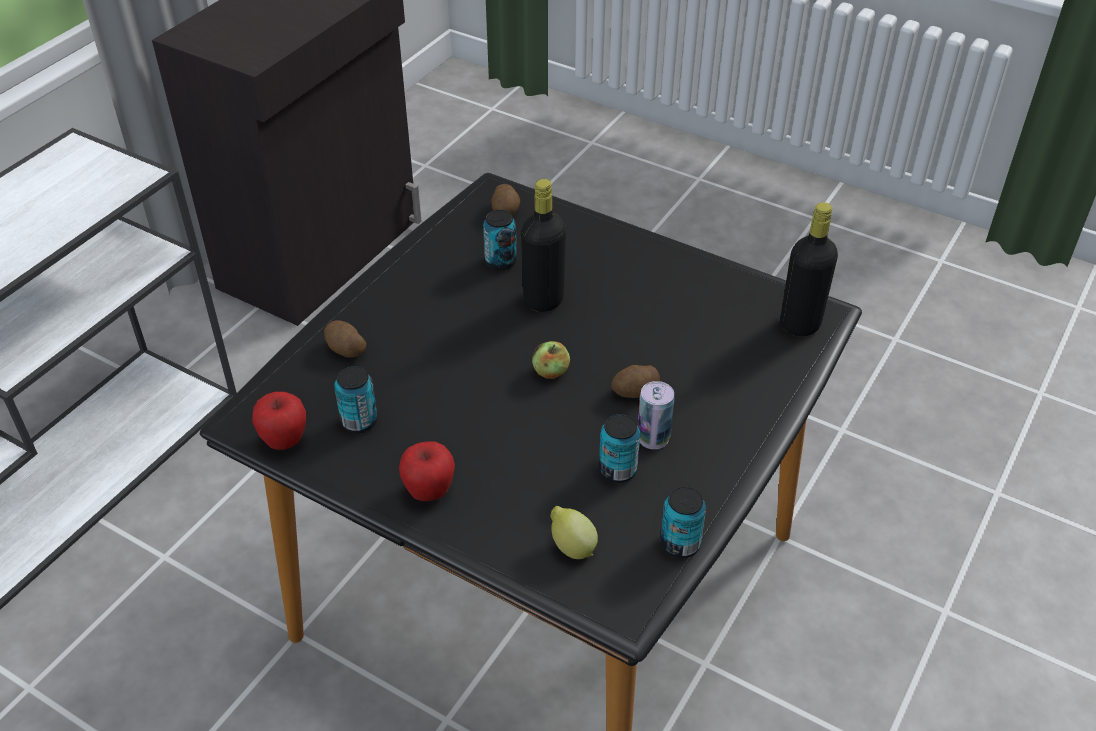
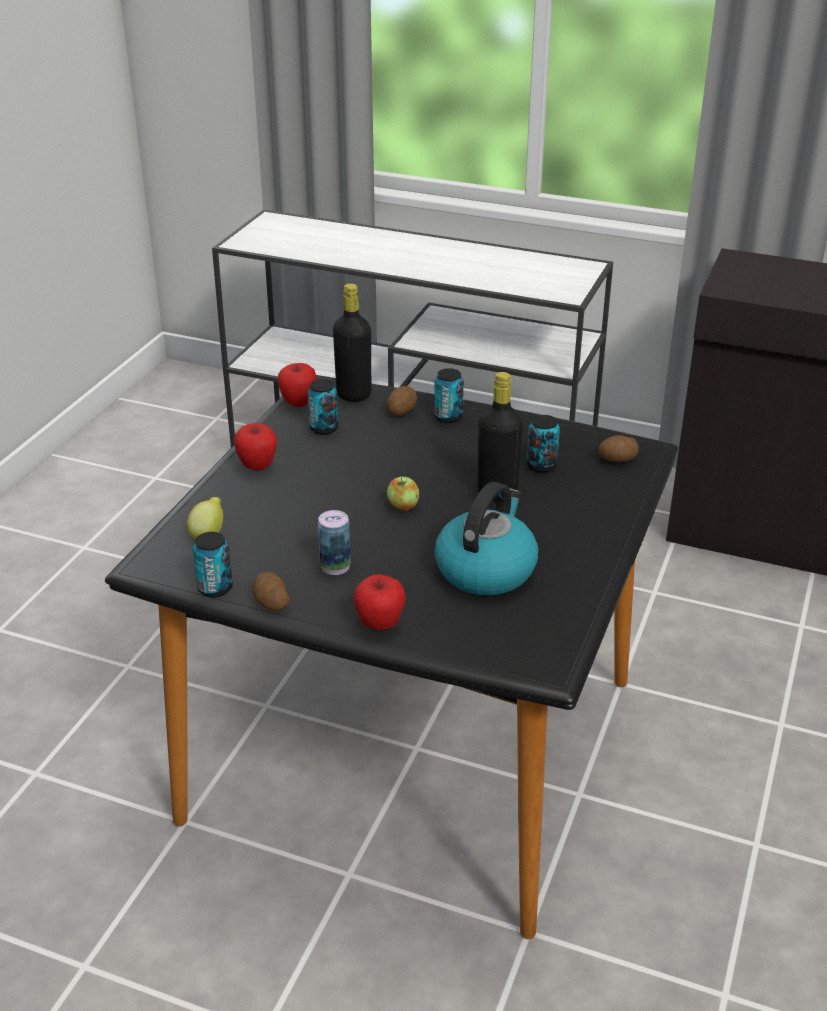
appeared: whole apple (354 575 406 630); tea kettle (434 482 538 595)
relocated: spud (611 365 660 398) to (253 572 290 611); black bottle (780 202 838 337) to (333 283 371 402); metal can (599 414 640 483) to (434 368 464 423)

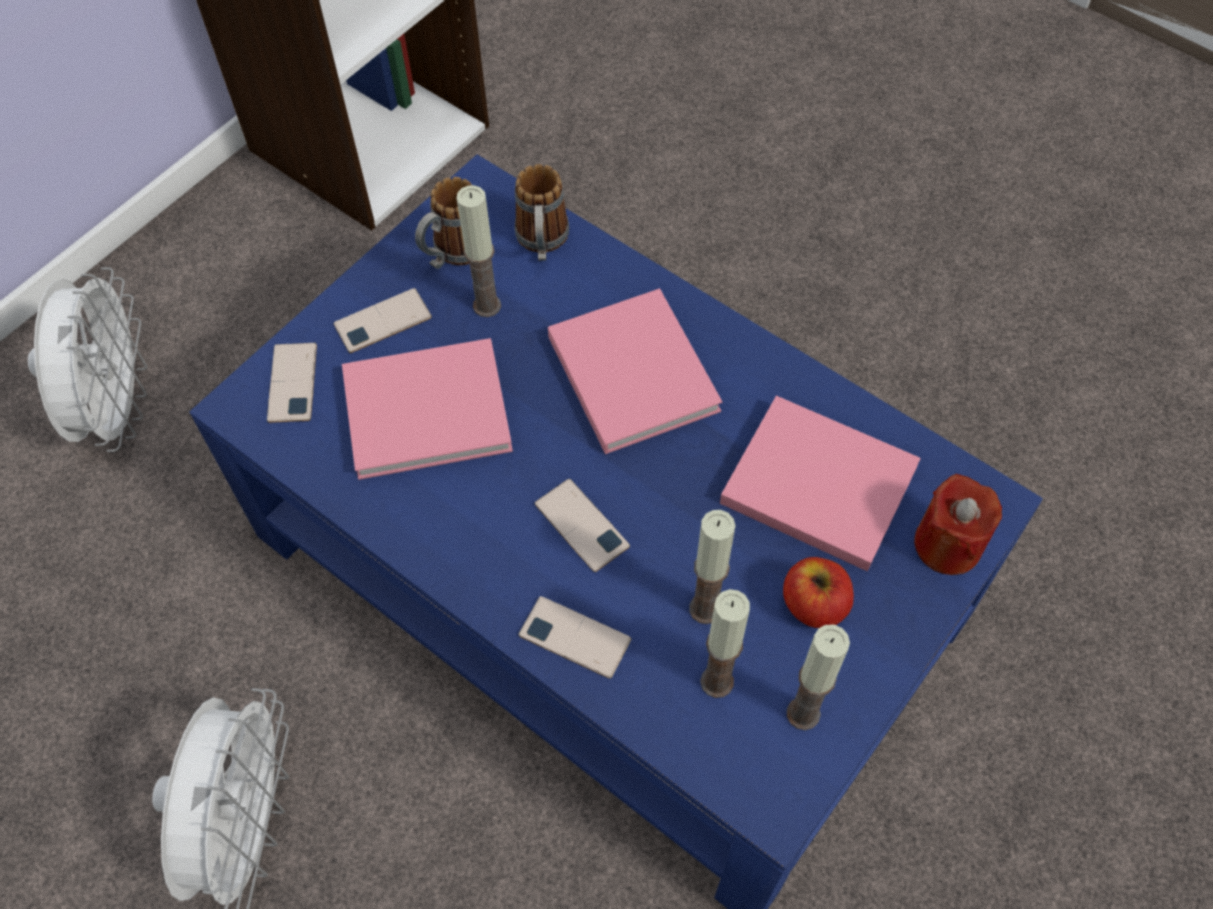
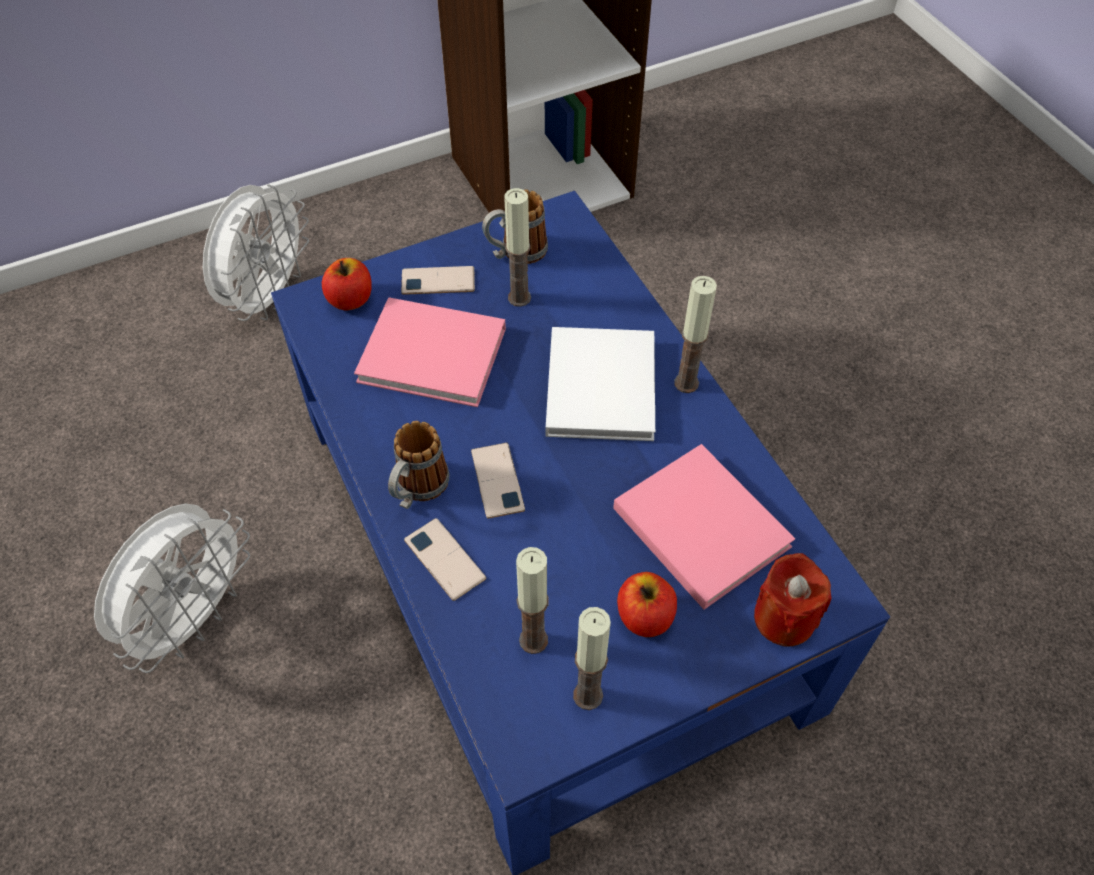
relocated: coffee mug (515 164 569 261) to (388 421 450 509); candle (689 510 735 624) to (674 276 717 393)
exchanged: telephone (267 343 317 423) to whole apple (322 258 372 310)
colour: pink-coloured volume (548 288 722 454) to whitish volume (546 327 655 441)

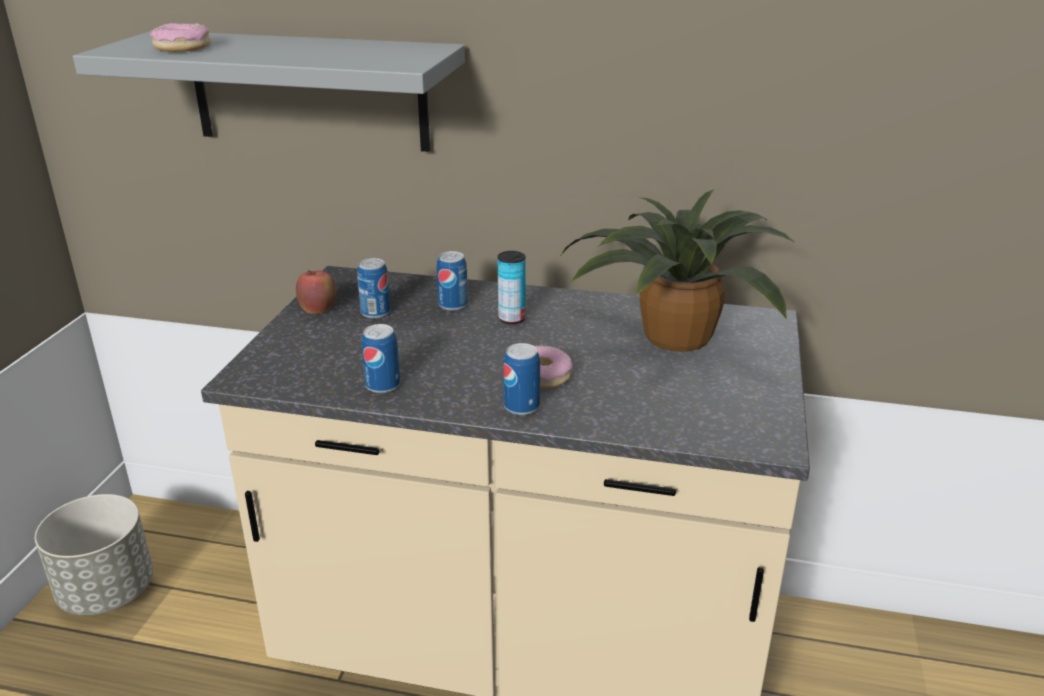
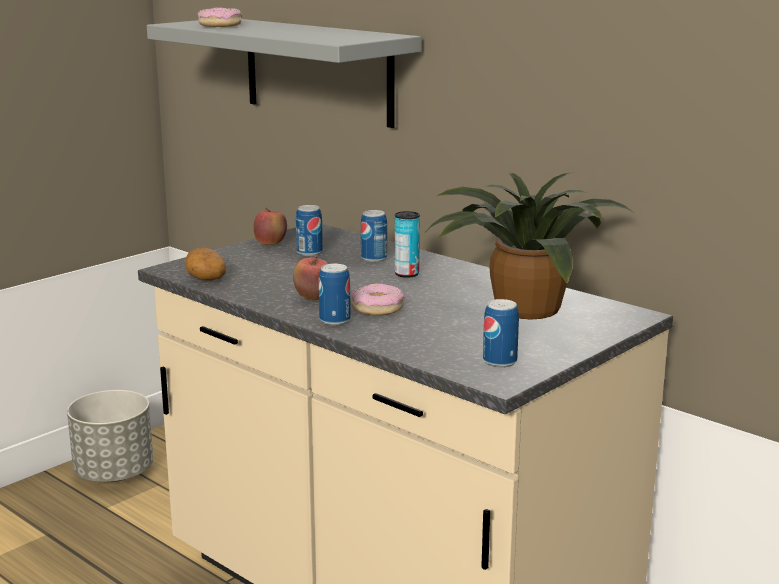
appeared: spud (185 248 226 281); whole apple (293 256 328 300)
relocated: metal can (362 324 400 393) to (483 299 519 368)

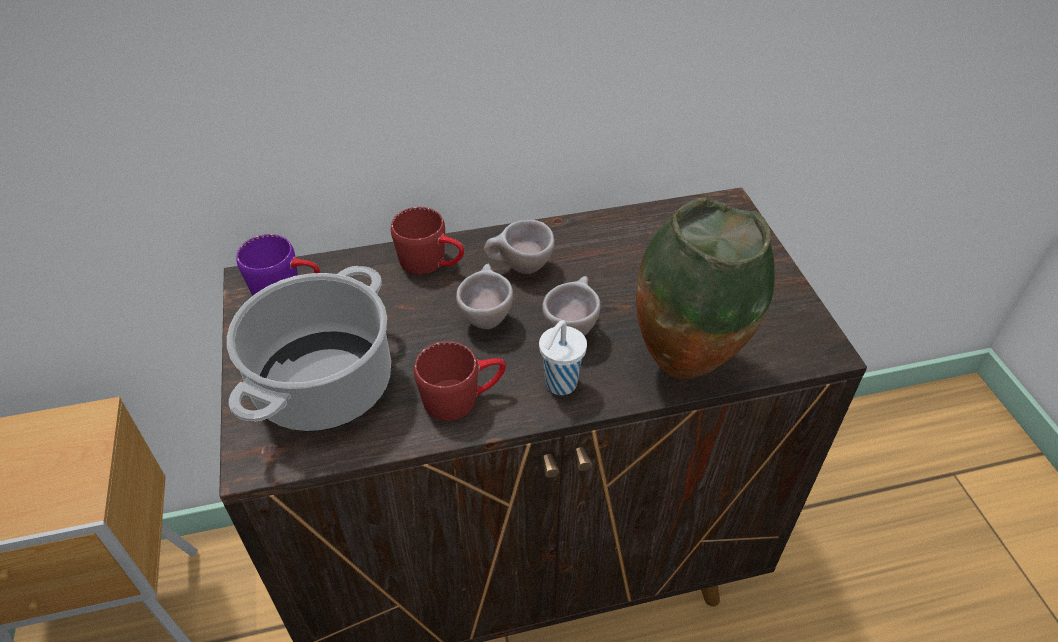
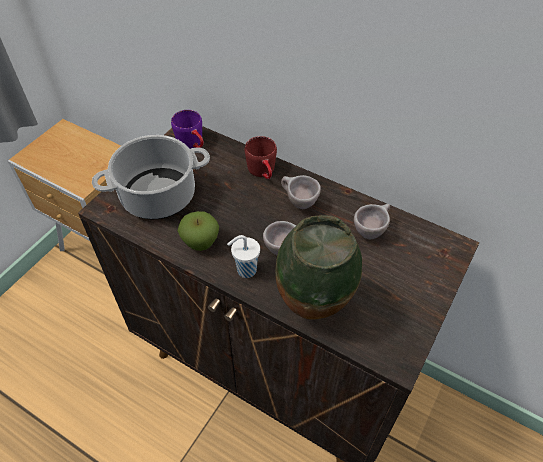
relocated: beige small cup (456 264 513 329) to (354 204 390 239)
exchanged: red coffee mug (414 341 506 421) to whole apple (178 211 219 251)

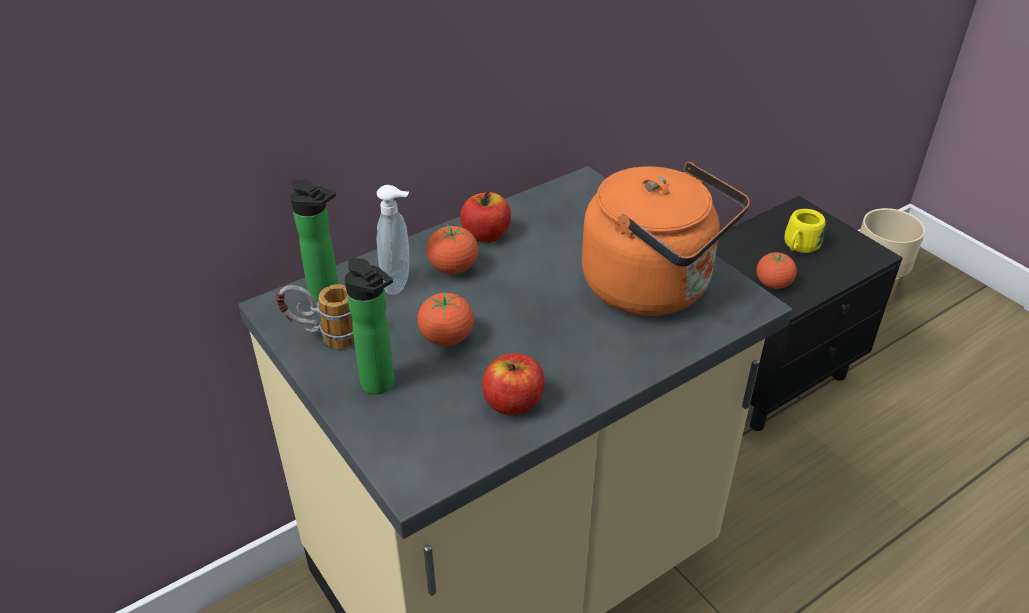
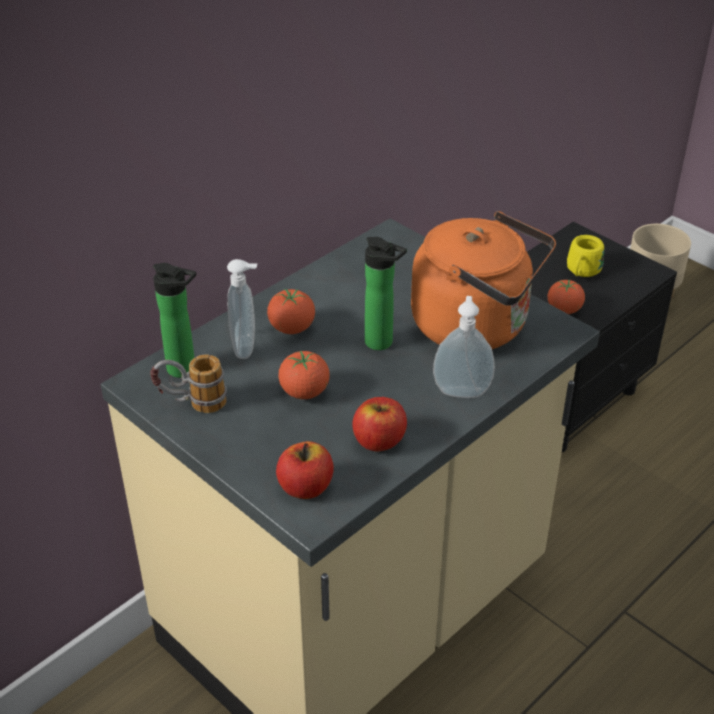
appeared: liquid soap bottle (433 296 495 398)
relocated: whole apple (460 191 511 243) to (276 441 334 499); bottle (345 258 395 394) to (365 237 407 350)

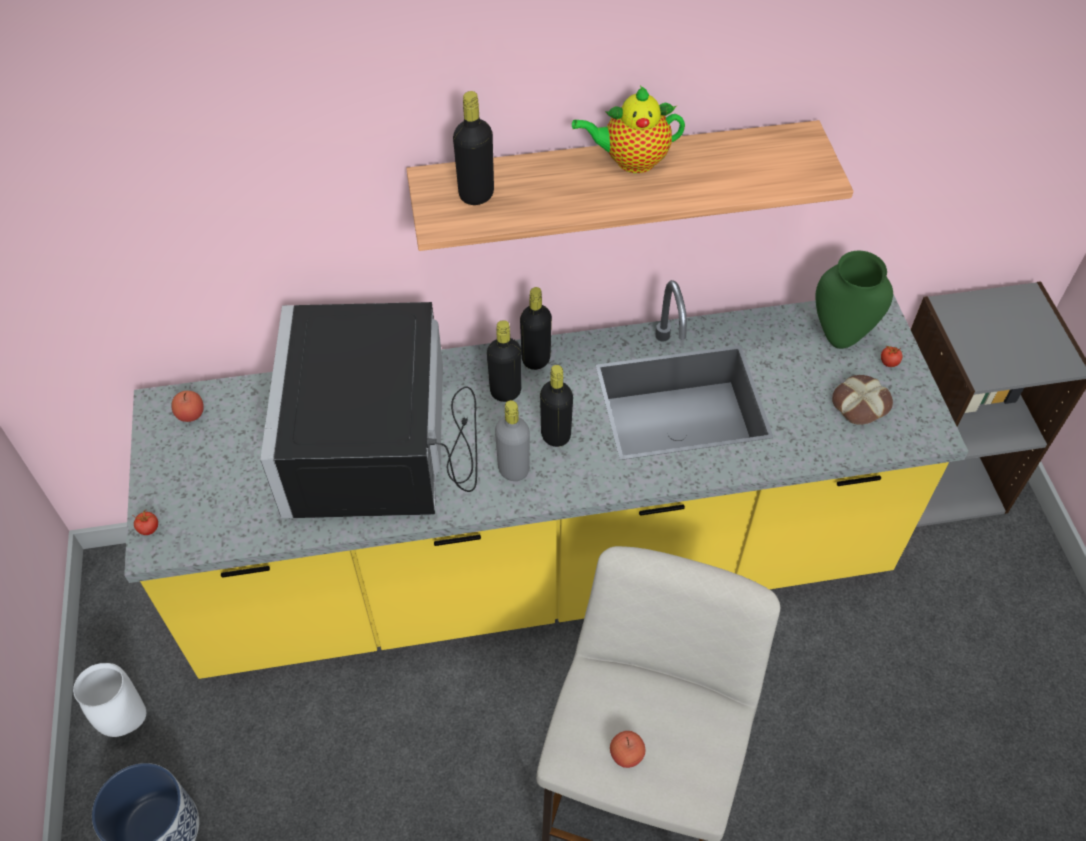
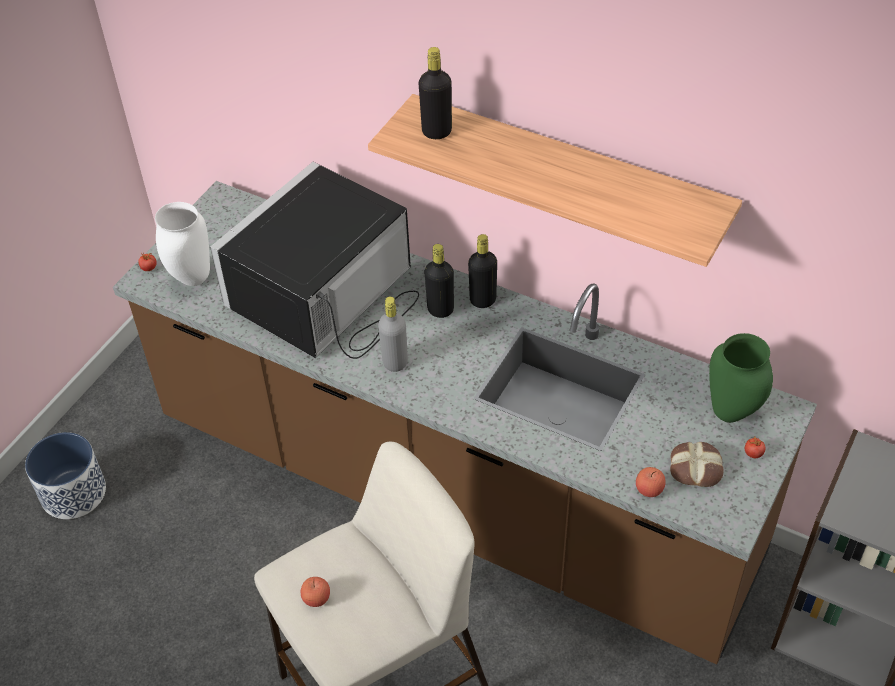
missing: black bottle (540 365 573 447); pot for tea (572 86 685 173)
relocated: whitish decorative vase (73 663 146 737) to (155 202 210 286); whole apple (171 391 204 422) to (636 467 666 497)
colour: yellowish kitchen base unit (124 280 969 679) to brown kitchen base unit (113 181 817 664)

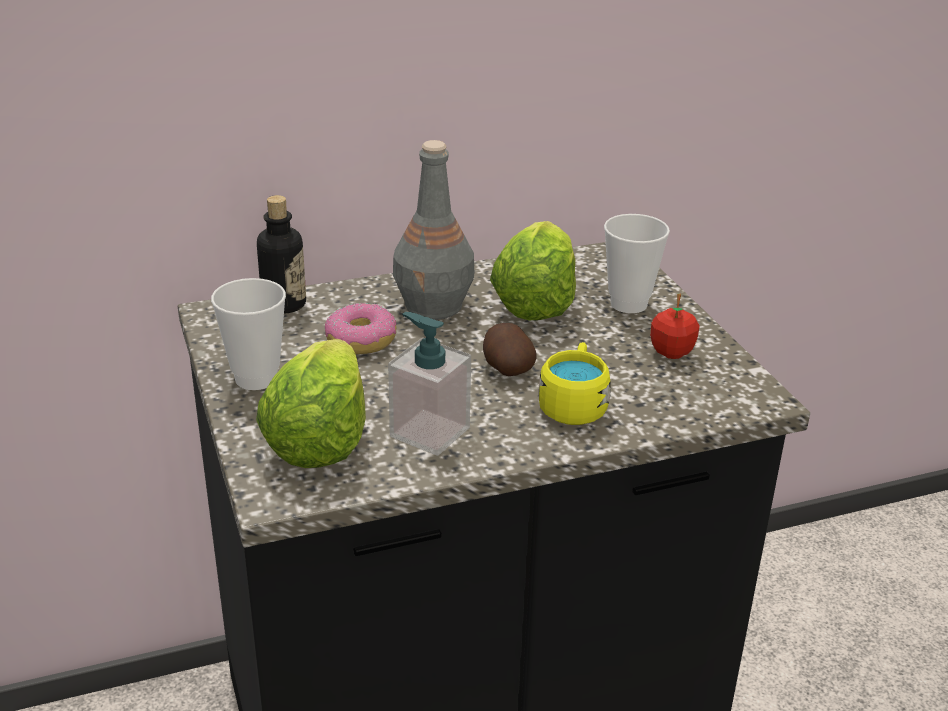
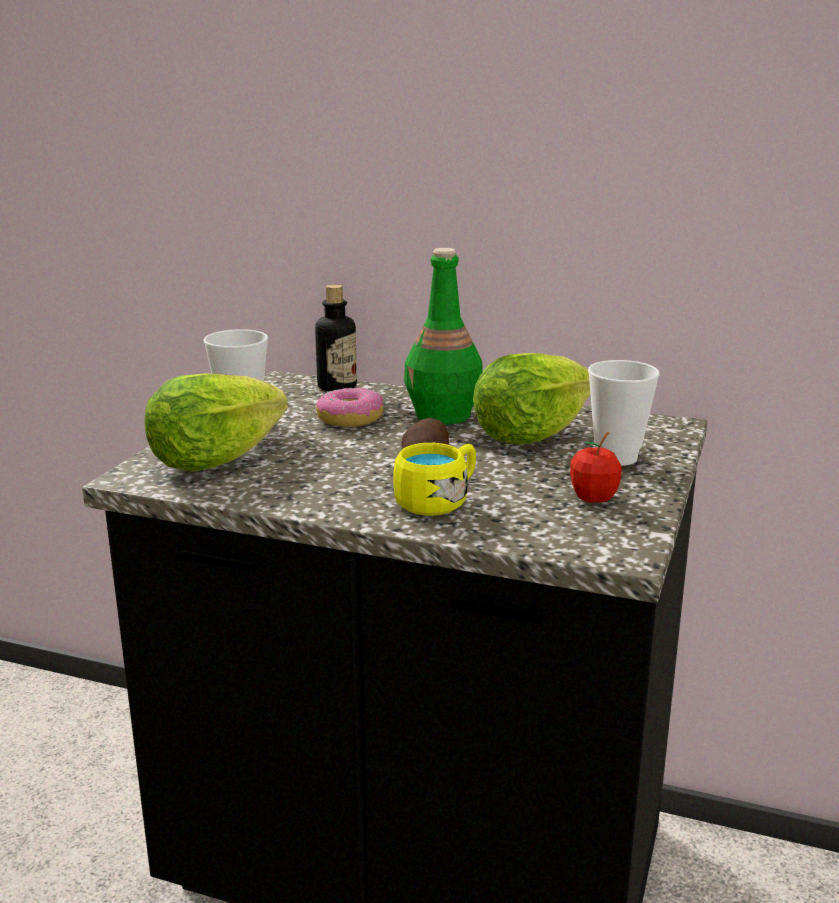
missing: liquid soap bottle (388 312 471 456)
colour: greyish bottle (393 140 474 320) to greenish bottle (404 248 483 425)

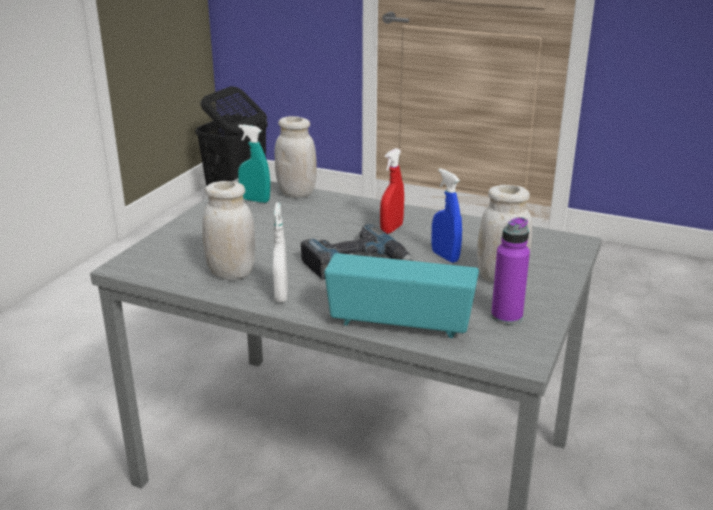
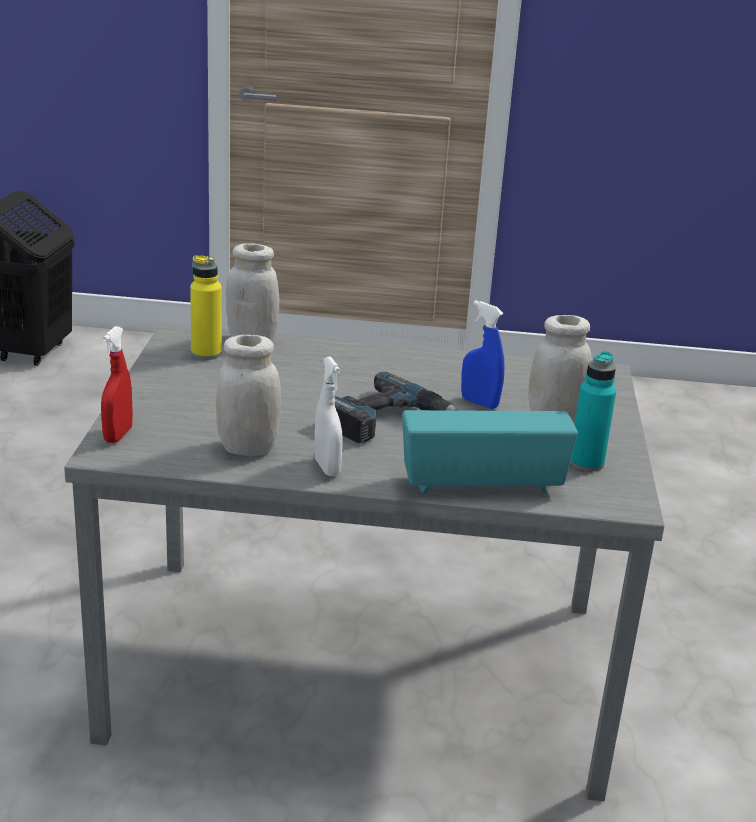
relocated: red spray bottle (380 148 404 234) to (101 326 133 443)
exchanged: turquoise-coloured spray bottle (238 124 270 203) to yellowish bottle (190 255 222 360)
colour: purple bottle (491 217 530 325) to turquoise-coloured bottle (570 351 616 471)

